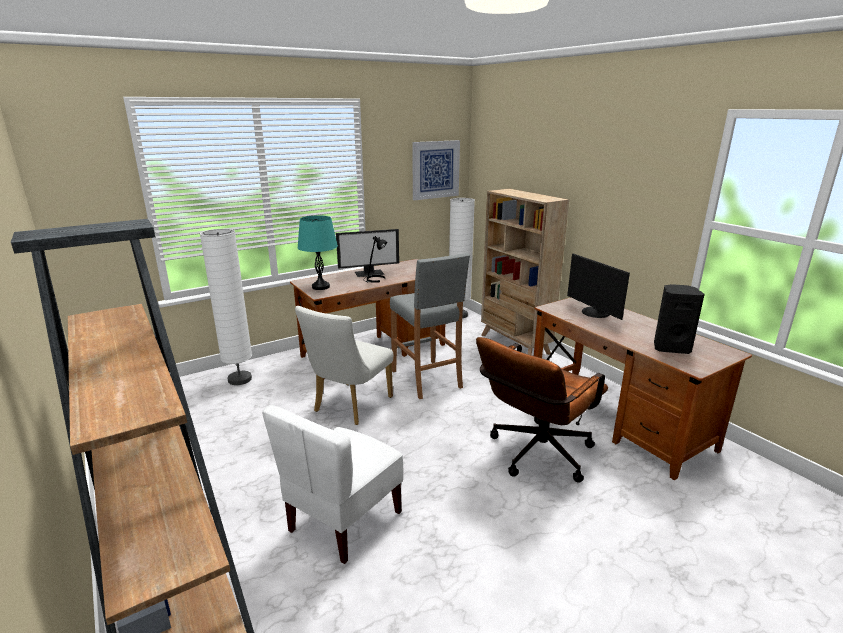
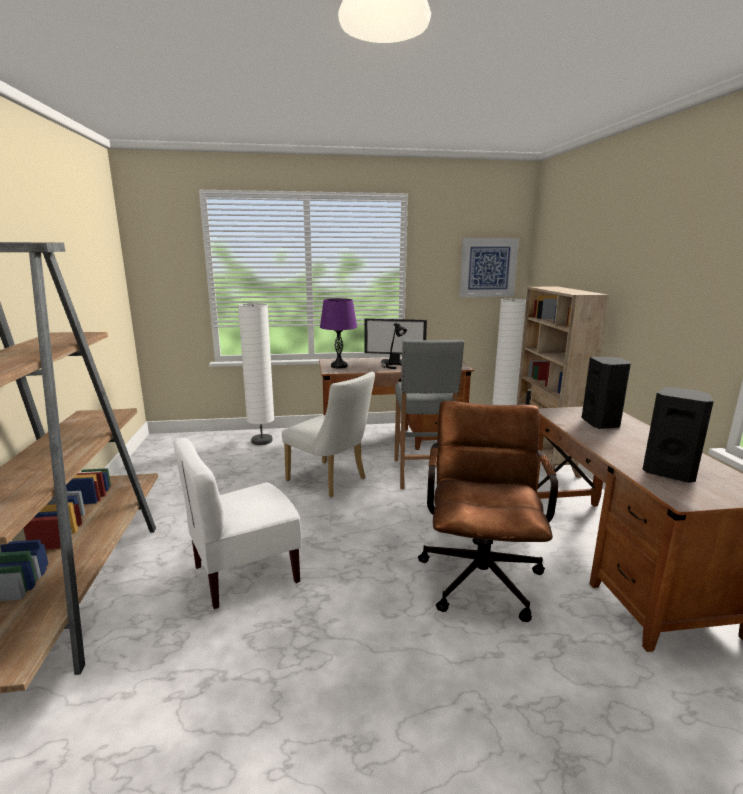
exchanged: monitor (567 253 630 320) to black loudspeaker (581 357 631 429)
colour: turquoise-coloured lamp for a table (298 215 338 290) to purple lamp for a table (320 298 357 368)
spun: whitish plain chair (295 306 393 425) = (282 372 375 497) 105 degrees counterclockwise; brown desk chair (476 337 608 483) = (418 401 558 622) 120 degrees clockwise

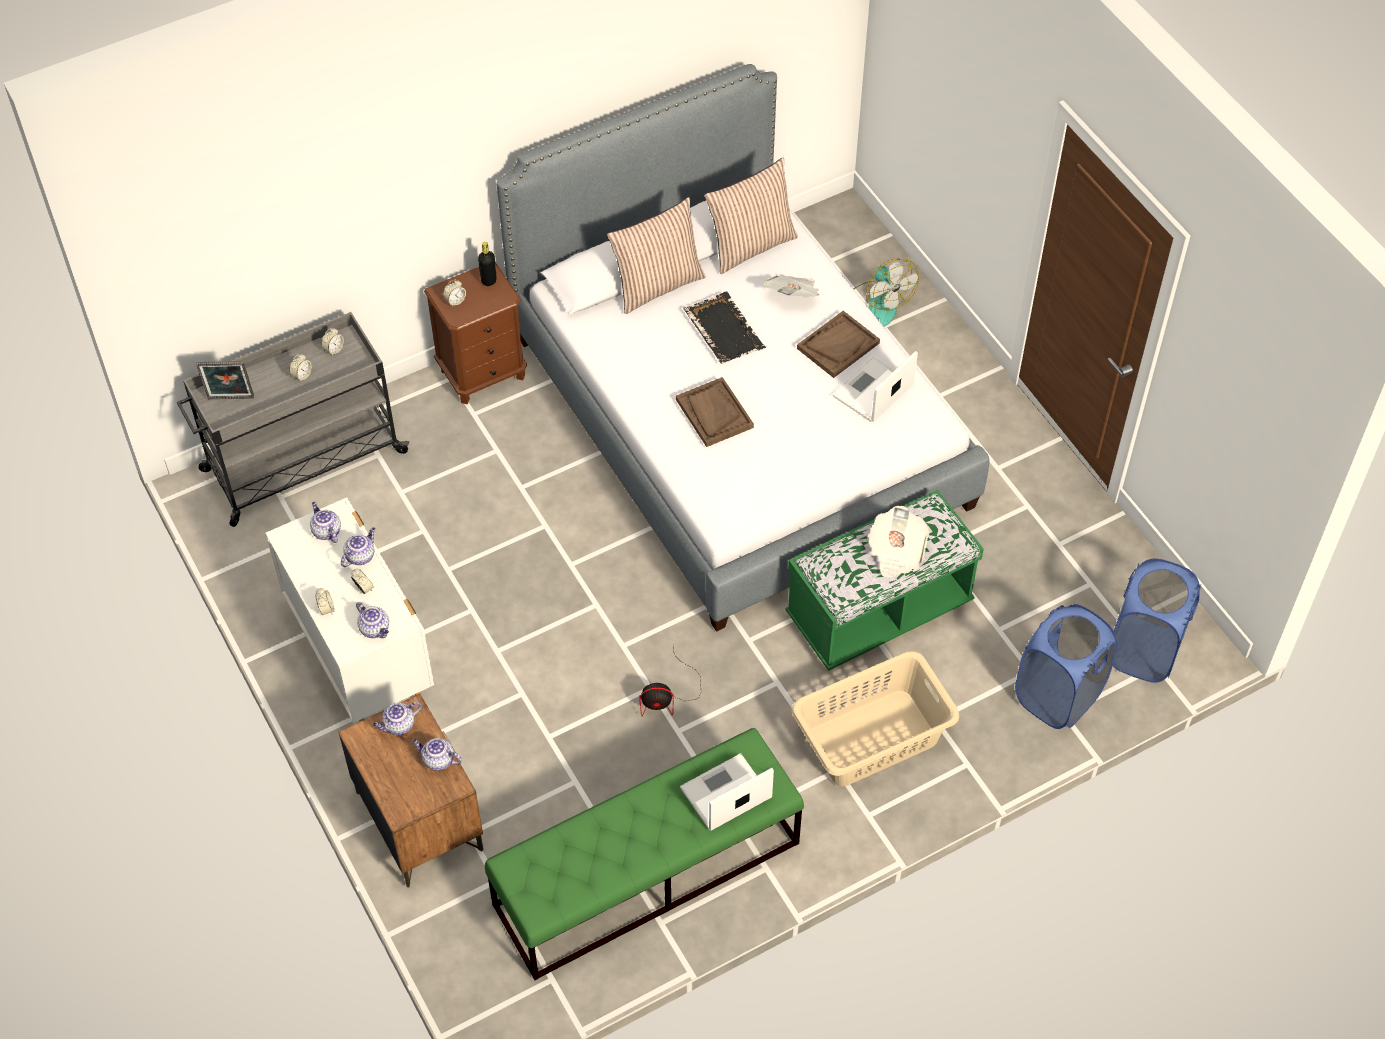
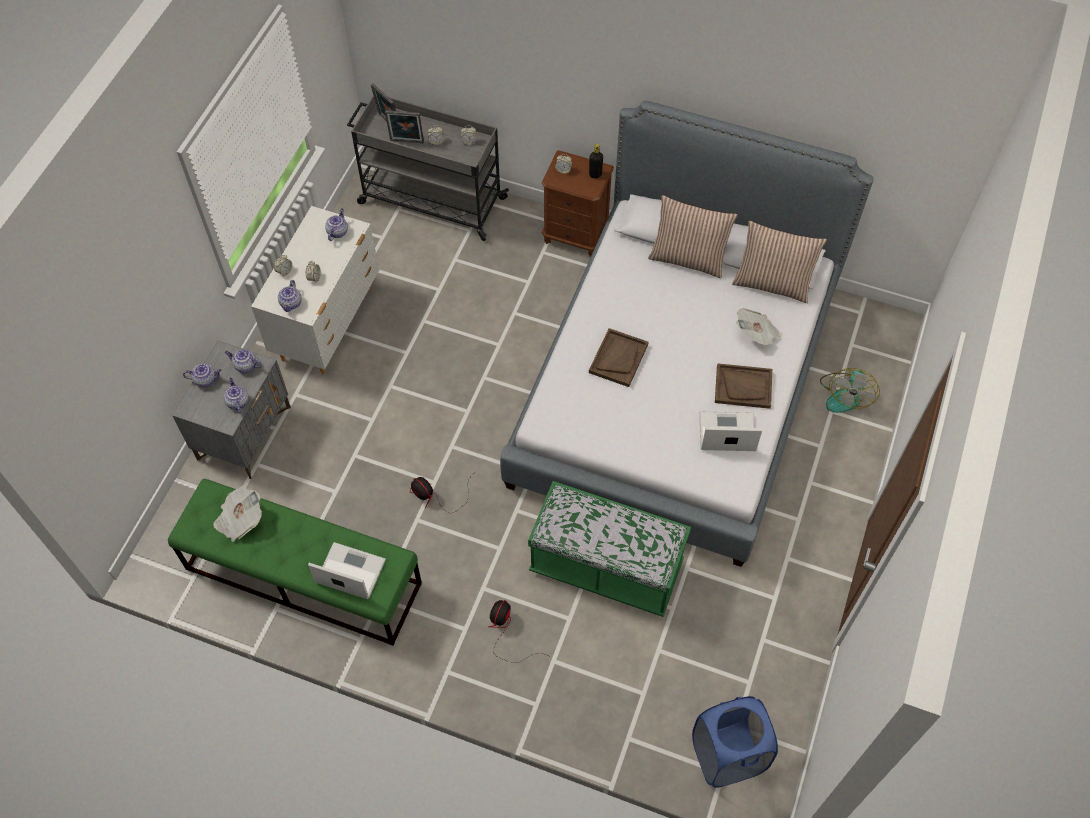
missing: black carrying tray (683 291 766 364); blue laundry basket (1015 604 1118 729)
appeared: picture frame (385 110 424 143)
relocated: pot for tea (341 527 375 567) to (183 363 222 387); daily paper (868 506 929 578) to (213 486 262 542)
exchanged: beige laundry basket (791 651 959 786) to electric fan (488 600 548 663)
colour: brown bedside table (338 694 483 887) to greyish bedside table (172 340 291 479)

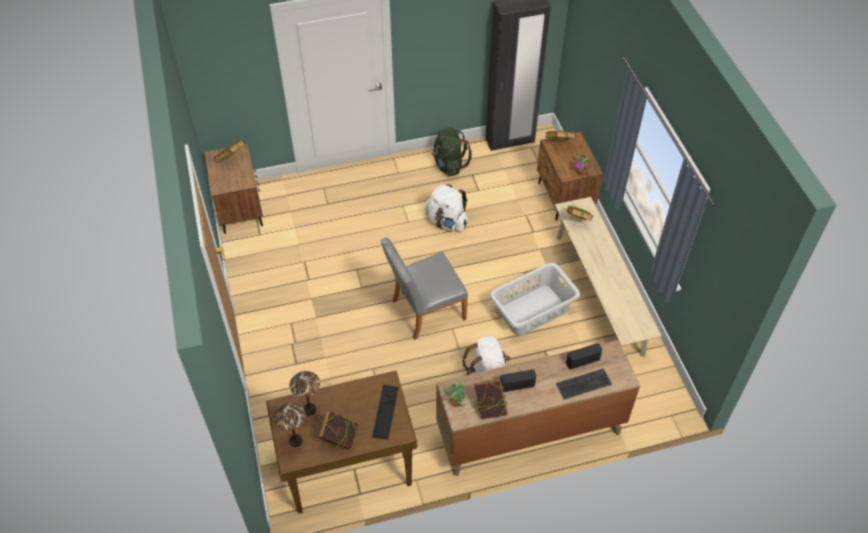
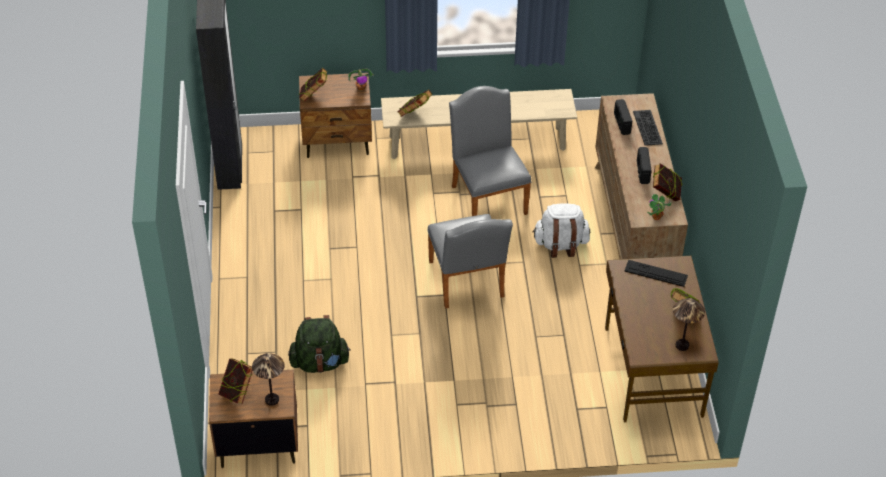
missing: whitish rucksack (424 184 467 232)
relocated: lamp for a table (289 371 320 416) to (252 353 285 406); greenish rucksack (432 128 472 177) to (288 315 351 373)
exchanged: greyish laundry basket (490 263 580 336) to greyish plain chair (449 86 531 216)

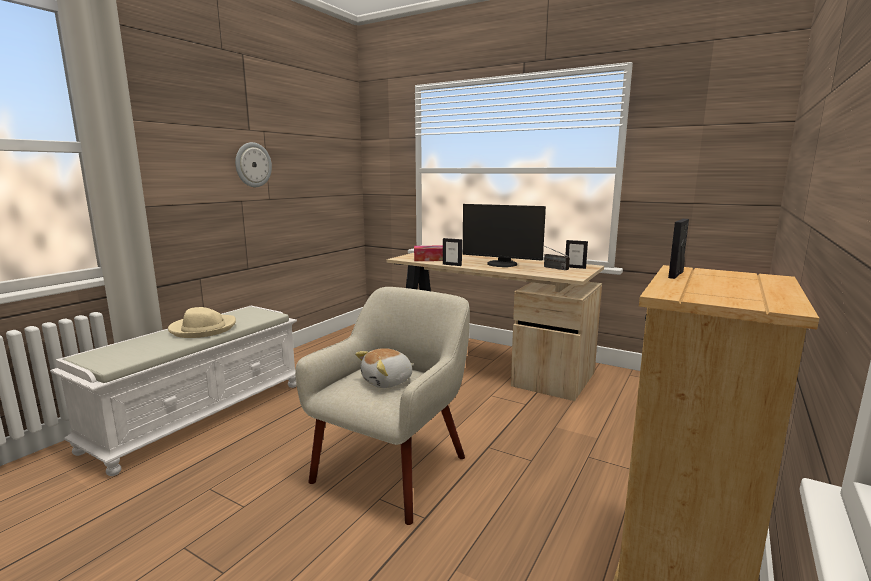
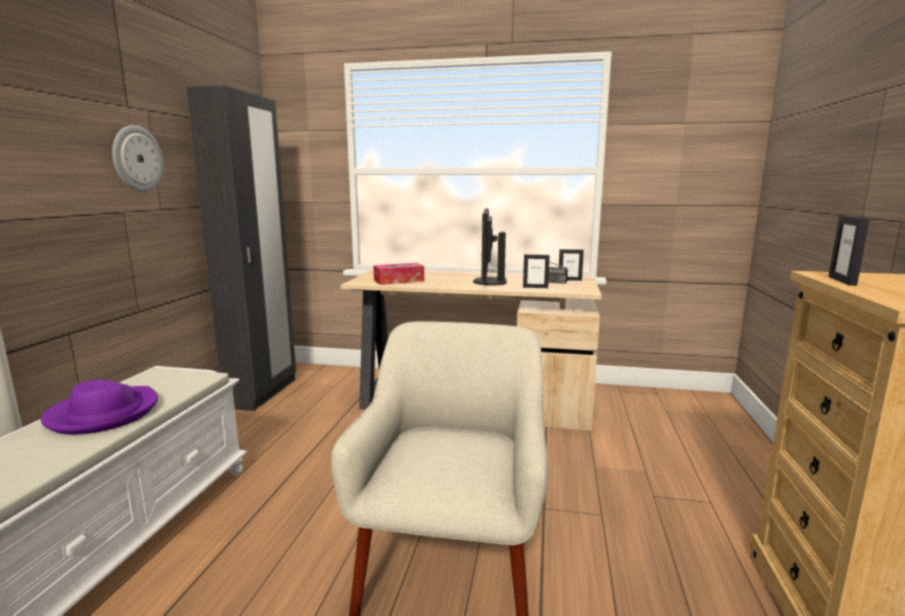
missing: cuddly toy (355 348 414 388)
appeared: black wardrobe (187 85 296 411)
relocated: picture frame (443 238 462 266) to (523 254 550 288)
colour: beige wearable hat (168 307 236 338) to purple wearable hat (41 379 158 435)
spun: monitor (462 204 546 267) = (473 208 507 285) 90 degrees clockwise

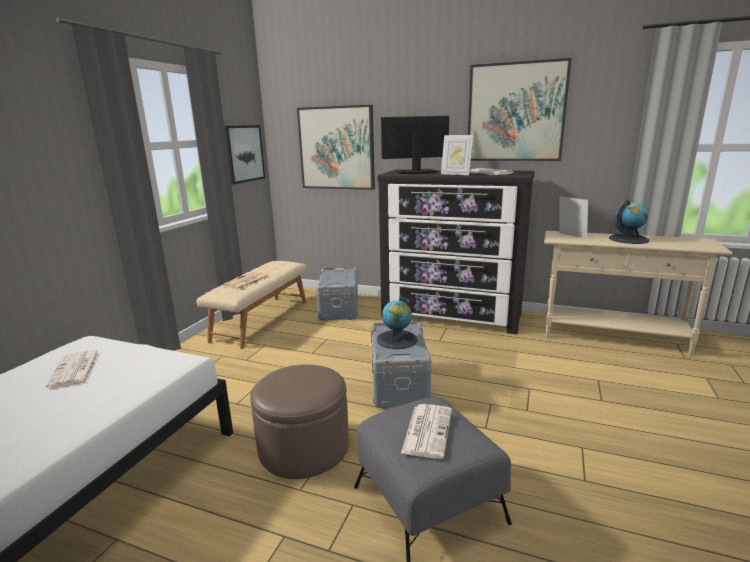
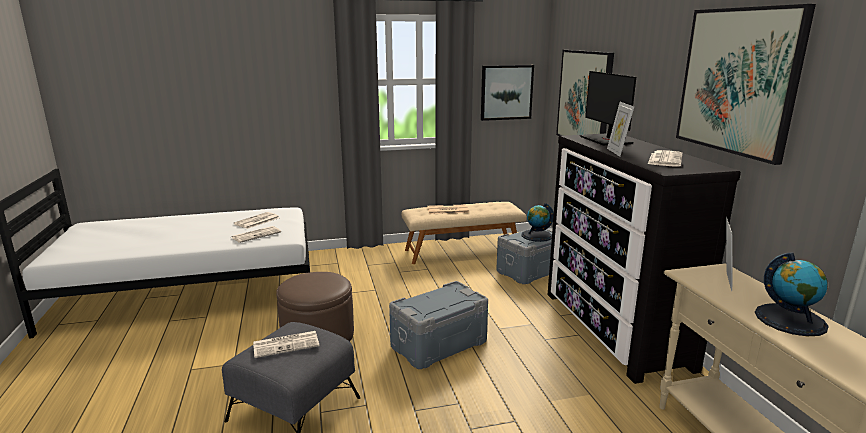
appeared: daily paper (231 226 281 243)
relocated: desk globe (377 295 418 349) to (522 203 554 242)
spun: monitor (381 116 449 174) = (580 71 636 145) 150 degrees counterclockwise

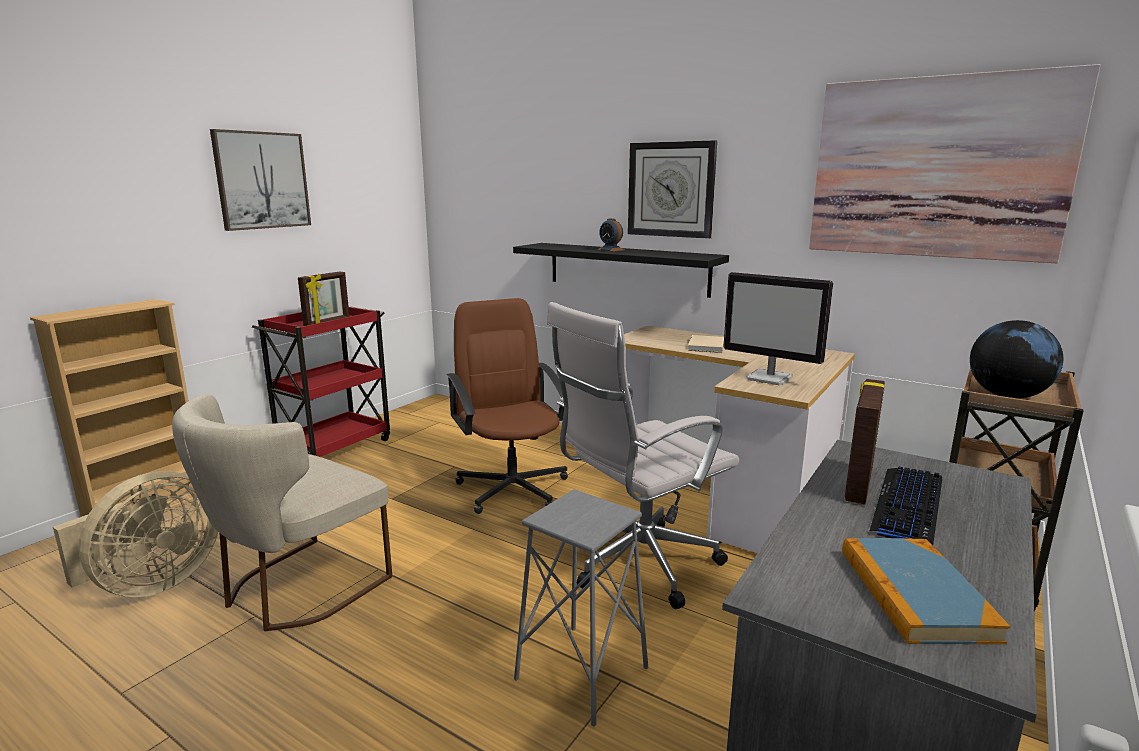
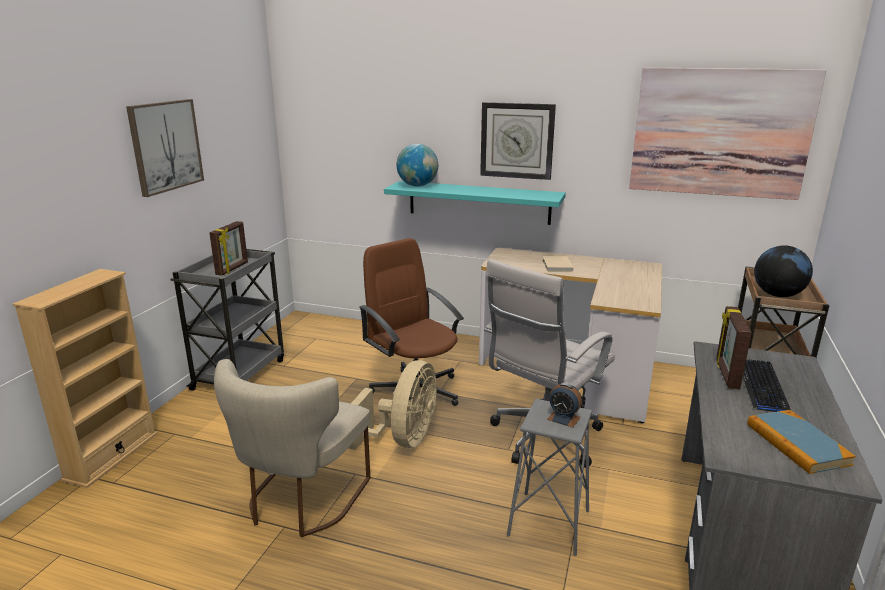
missing: monitor (723 272 833 385)
appeared: desk globe (396 144 438 186)
relocated: beige electric fan (53 471 218 597) to (349 360 436 450); table clock (597 218 624 252) to (547 383 582 428)
colour: red cart (252 306 390 457) to greyish cart (170 249 284 391); black shelf (513 243 729 298) to turquoise-coloured shelf (384 181 566 225)

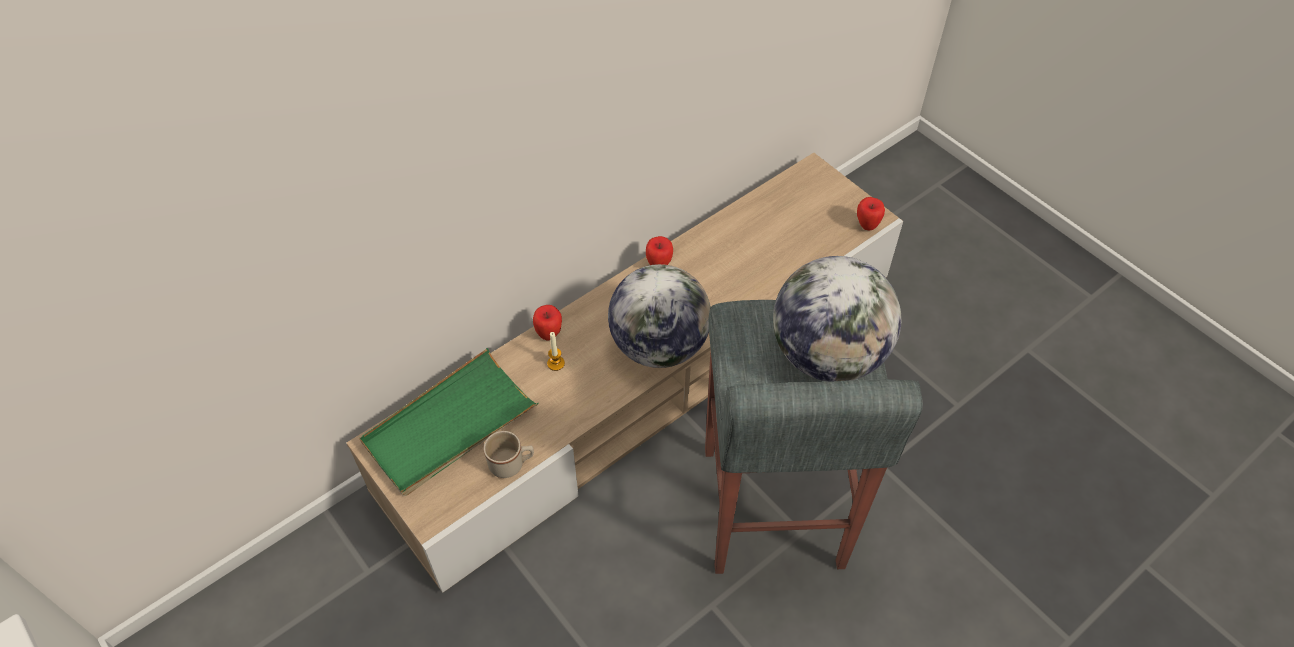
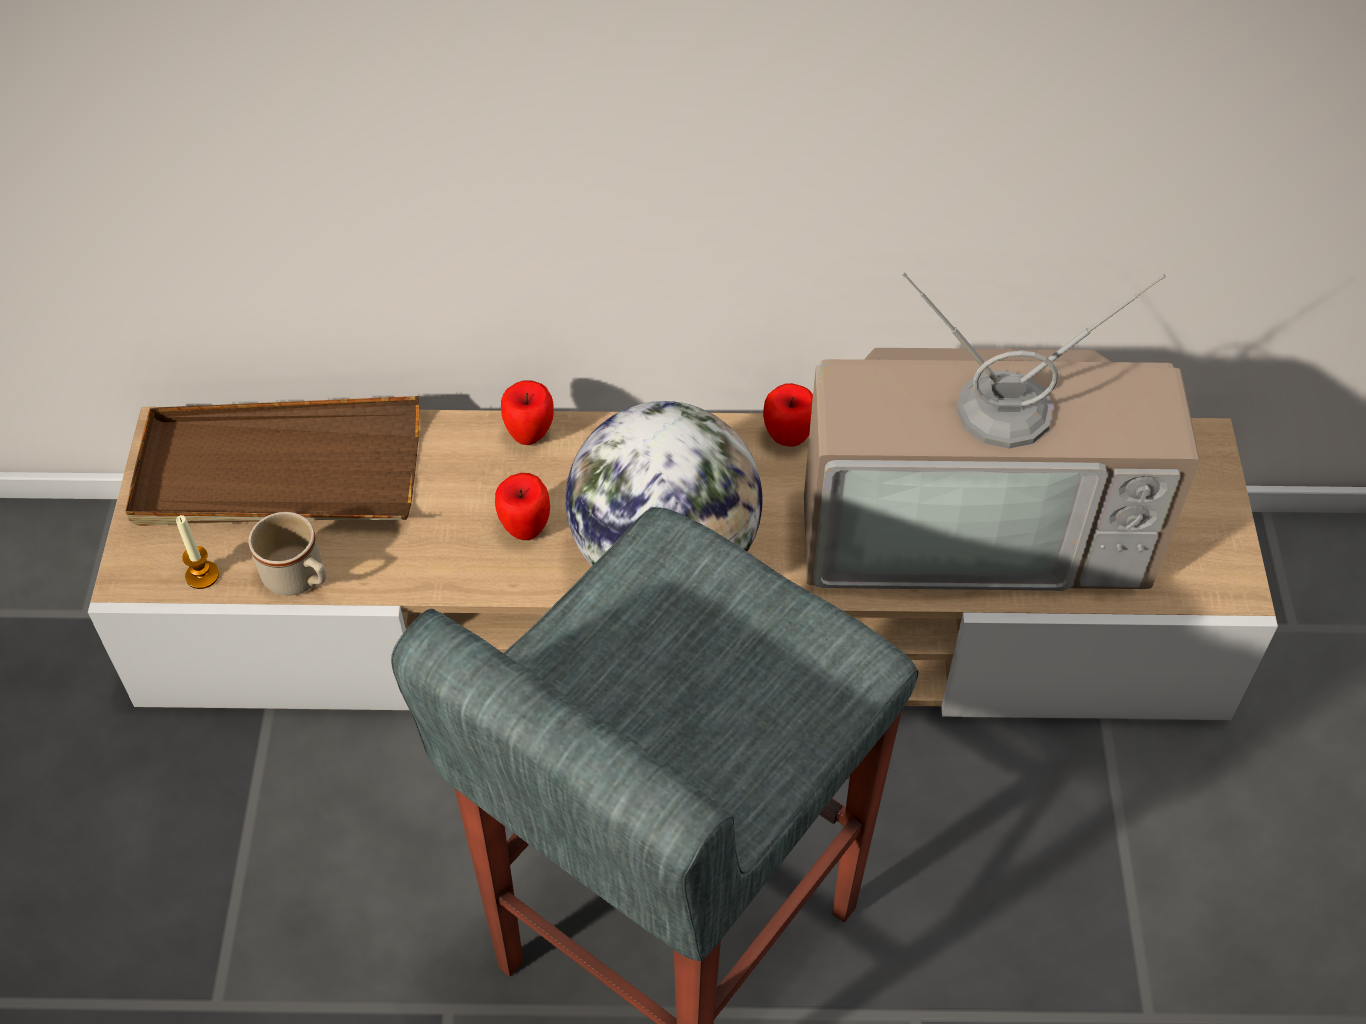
missing: desk globe (773 256 901 382)
appeared: TV set (804 272 1200 591)
relocated: candle (547 332 565 371) to (176 515 219 589); whole apple (857 197 885 230) to (495 473 550 540)
colour: greenish carrying tray (359 348 539 496) to brown carrying tray (125 396 420 526)

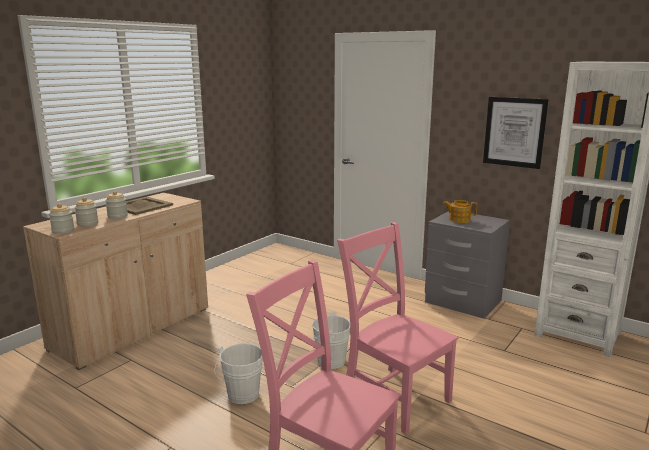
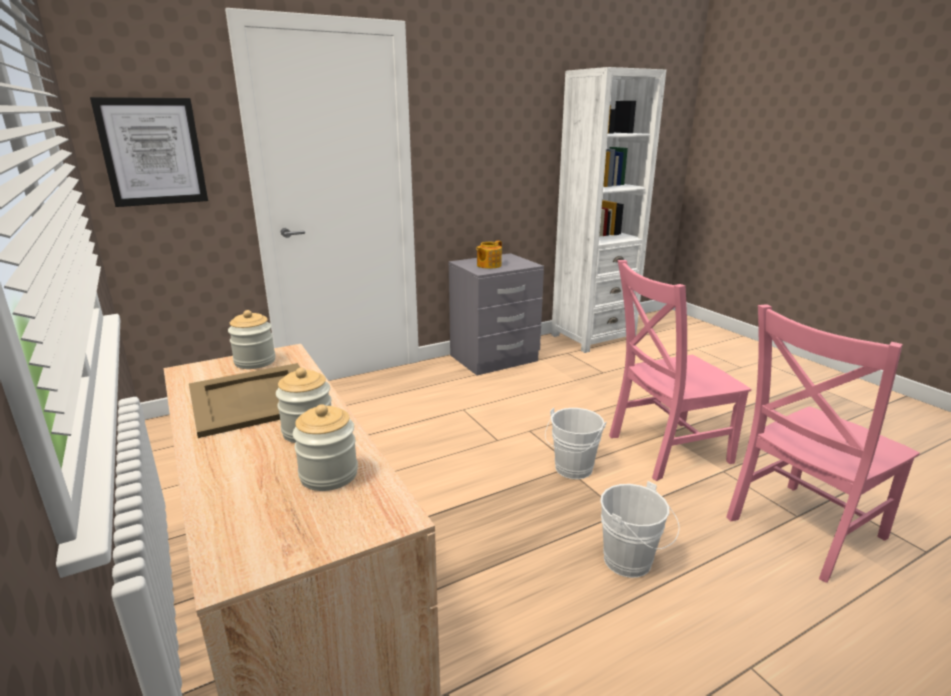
relocated: picture (483 97 548 169) to (90 97 208 207); storage jar (49 204 74 234) to (228 310 276 369)

